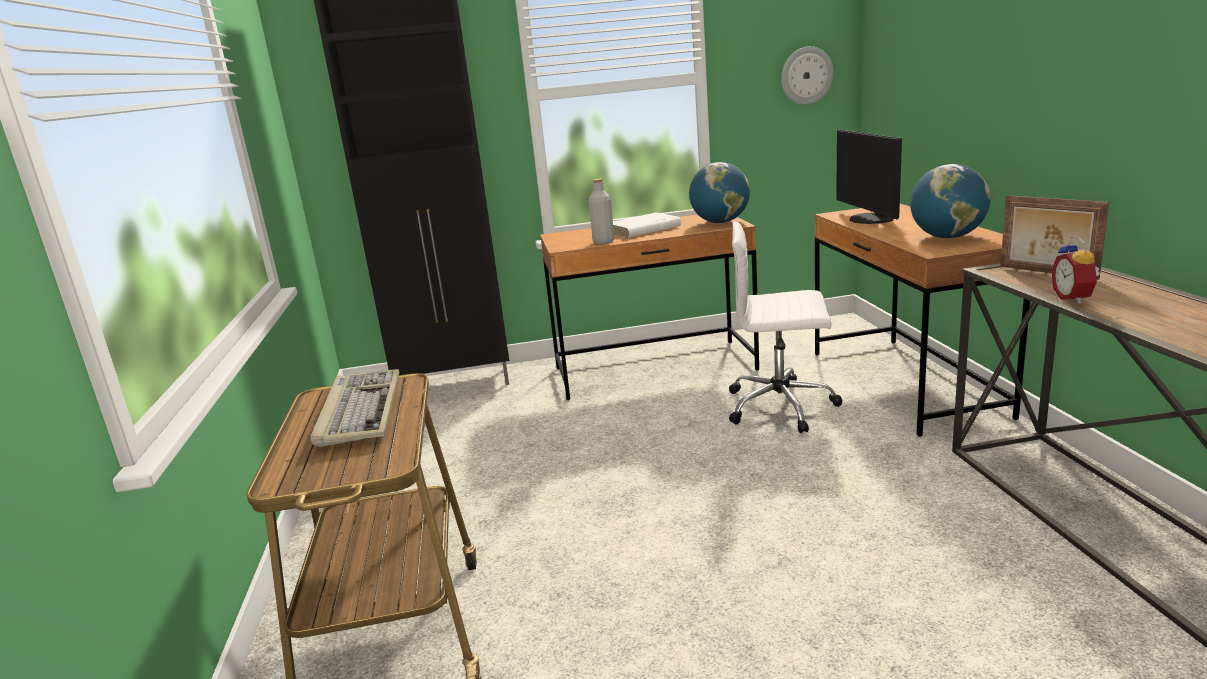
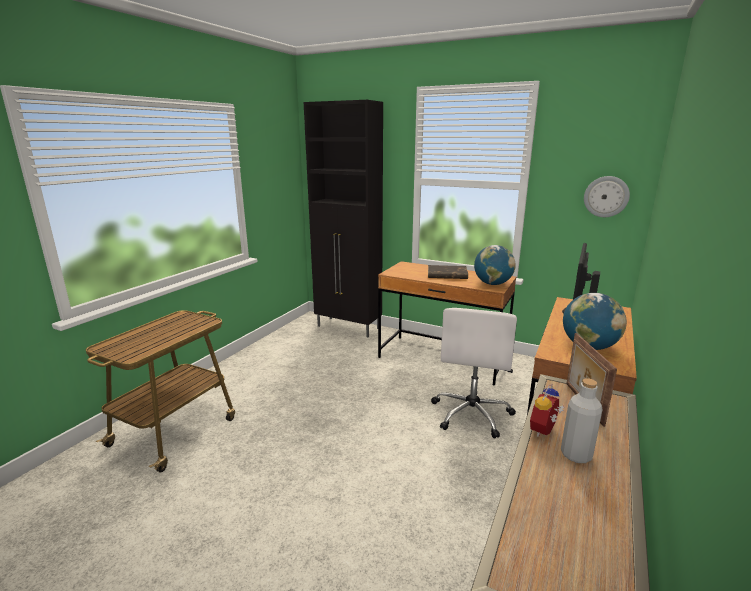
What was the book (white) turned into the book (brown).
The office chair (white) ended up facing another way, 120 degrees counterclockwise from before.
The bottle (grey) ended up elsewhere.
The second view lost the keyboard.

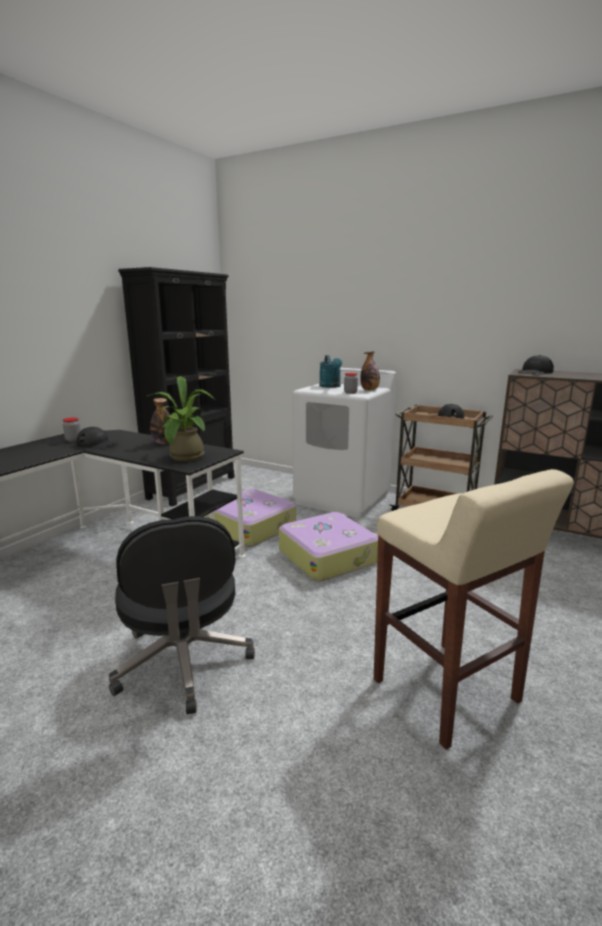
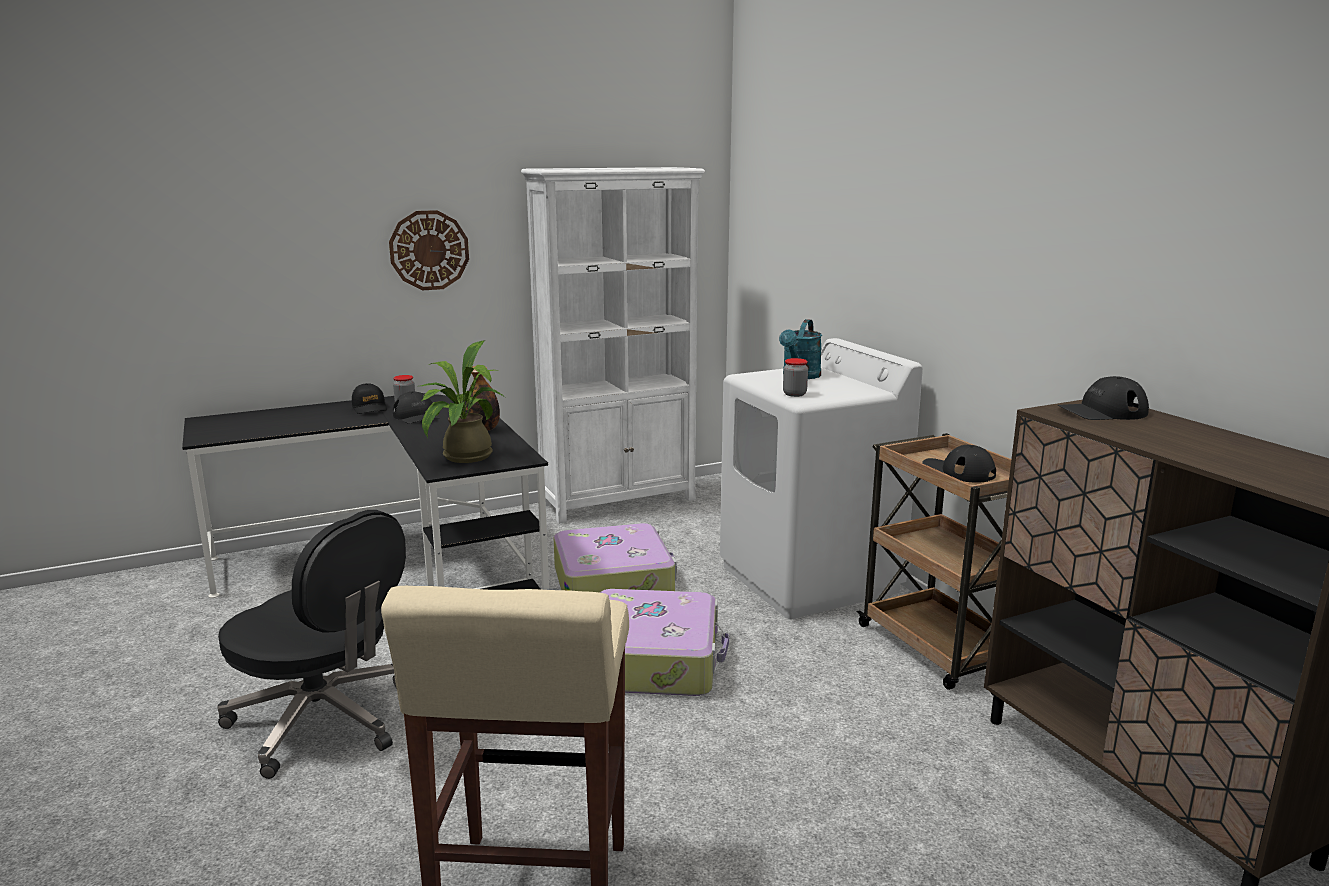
The office chair (black) ended up facing another way, 75 degrees counterclockwise from before.
The second view gained the cap (black) (no. 1 from left).
The second view gained the wall clock.
What was the bookcase (black) turned into the bookcase (white).
The second view lost the bottle (no. 2 from left).

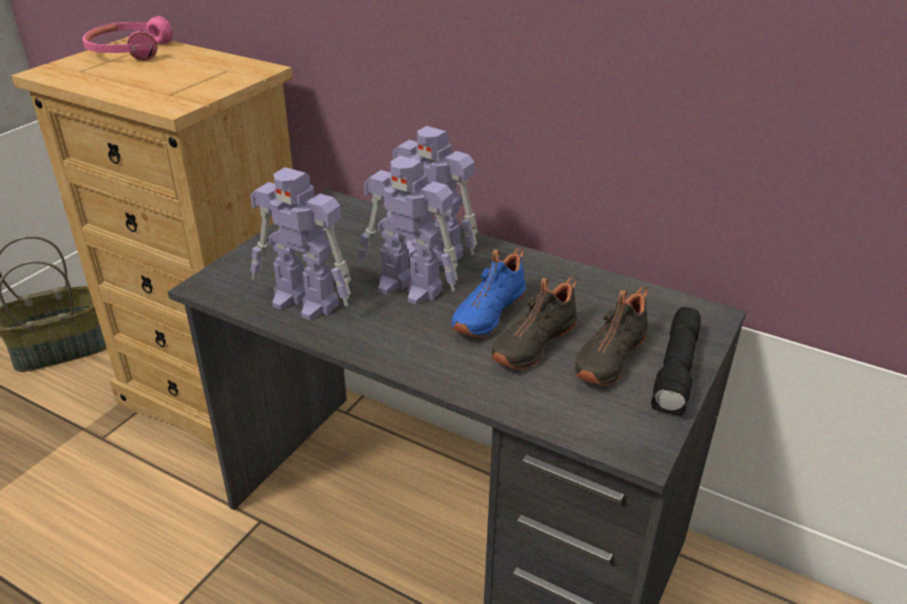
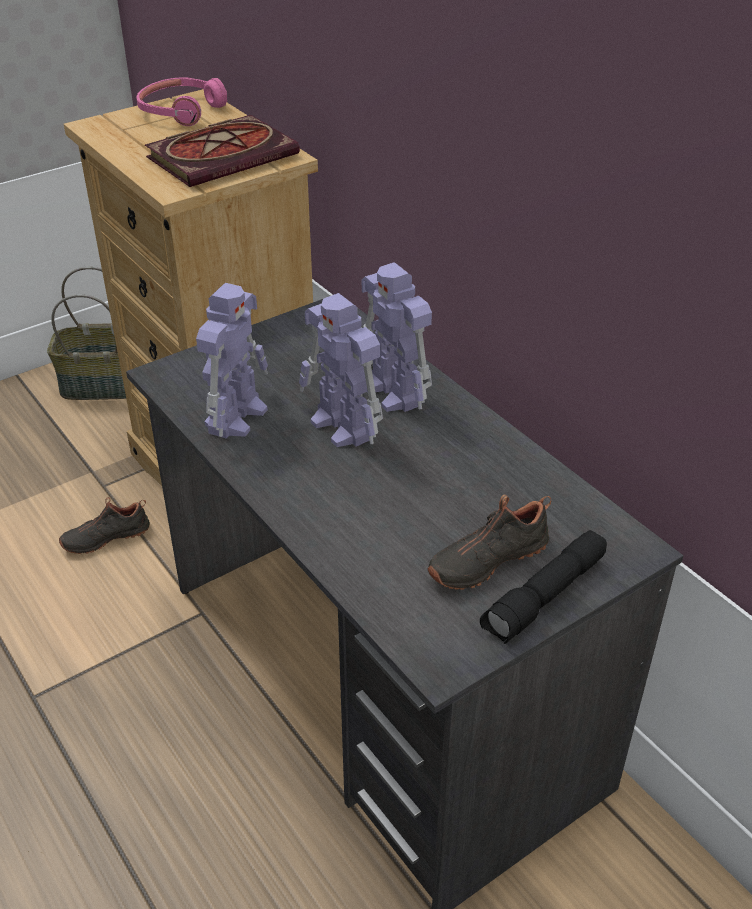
The shoe (black) (no. 1 from left) ended up elsewhere.
The second view gained the book.
The toy robot (no. 1 from left) ended up facing another way, 120 degrees counterclockwise from before.
The second view lost the shoe (blue).

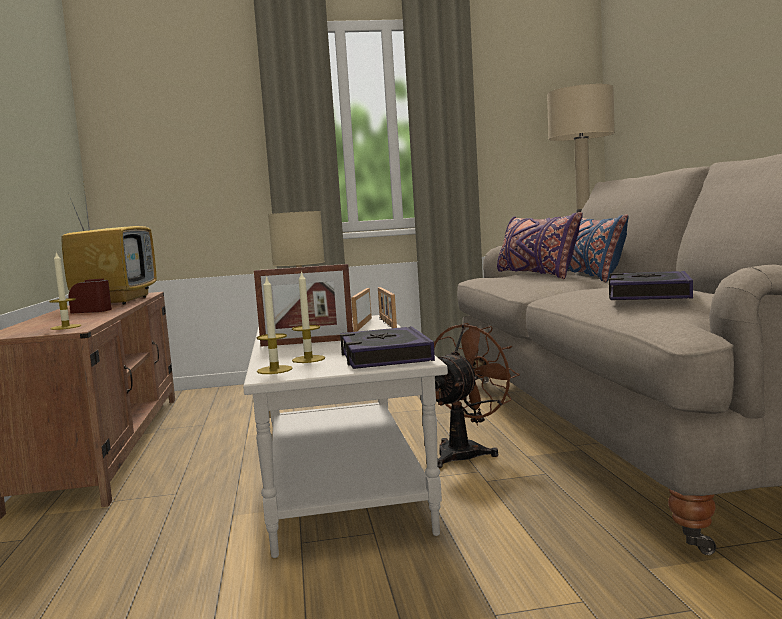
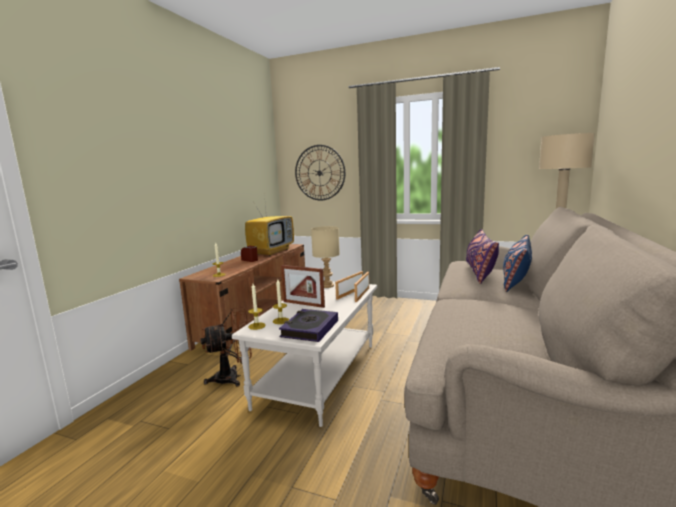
The fan (brown) ended up elsewhere.
The second view gained the wall clock.
The second view lost the book (no. 2 from left).

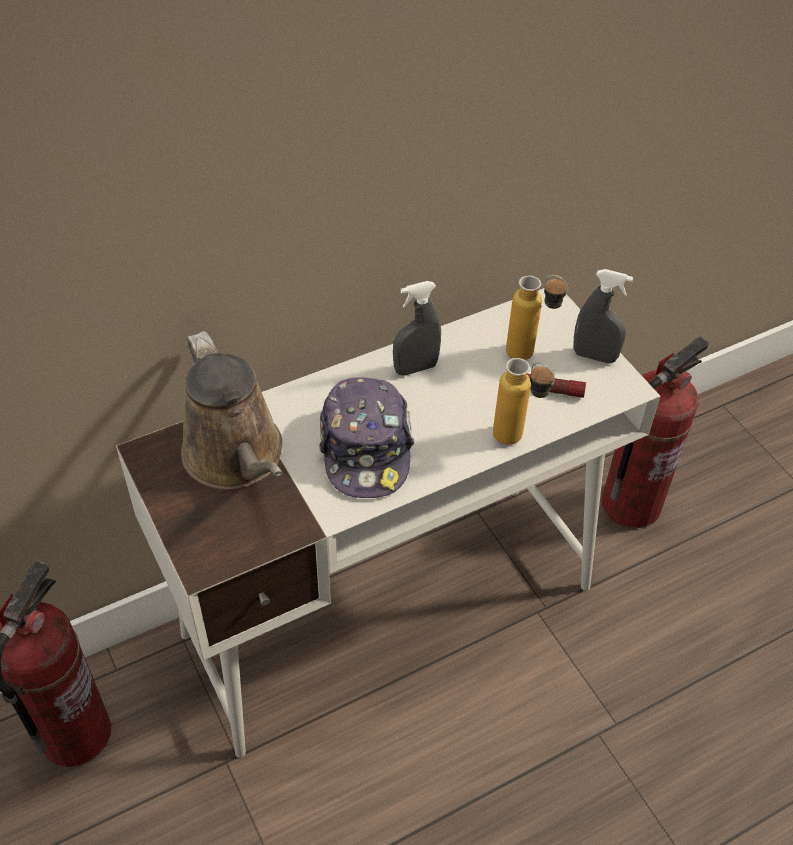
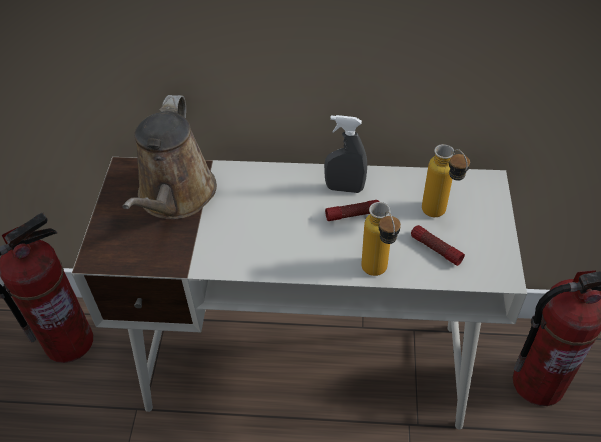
The second view gained the flashlight (no. 1 from left).
The second view lost the cap.
The second view lost the spray bottle (grey) (no. 2 from left).

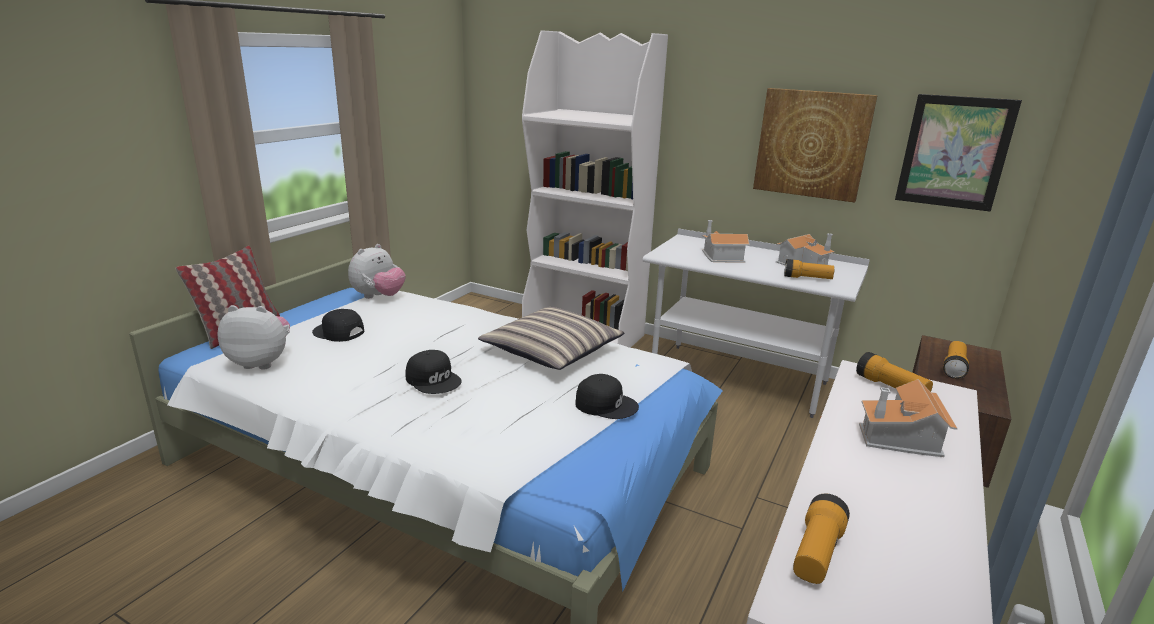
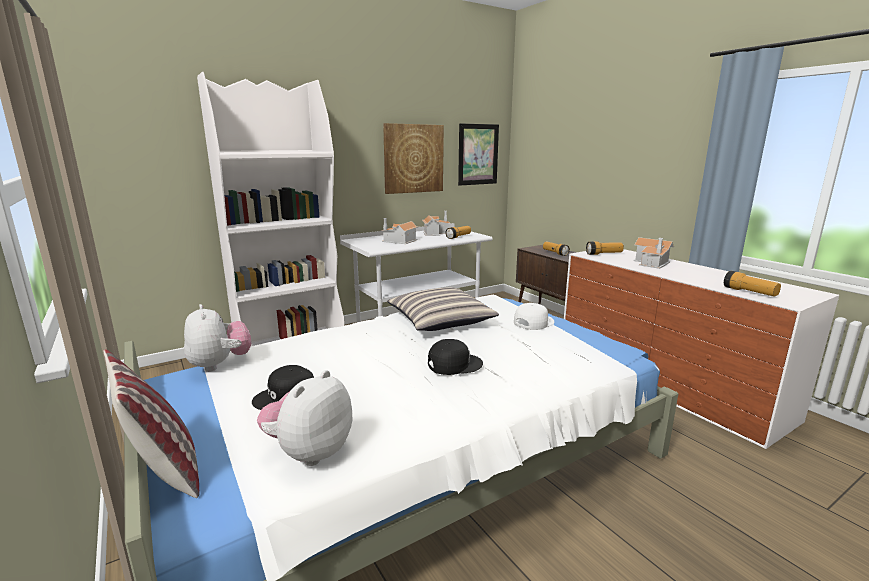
What was the cap (black) (no. 3 from left) turned into the cap (white).

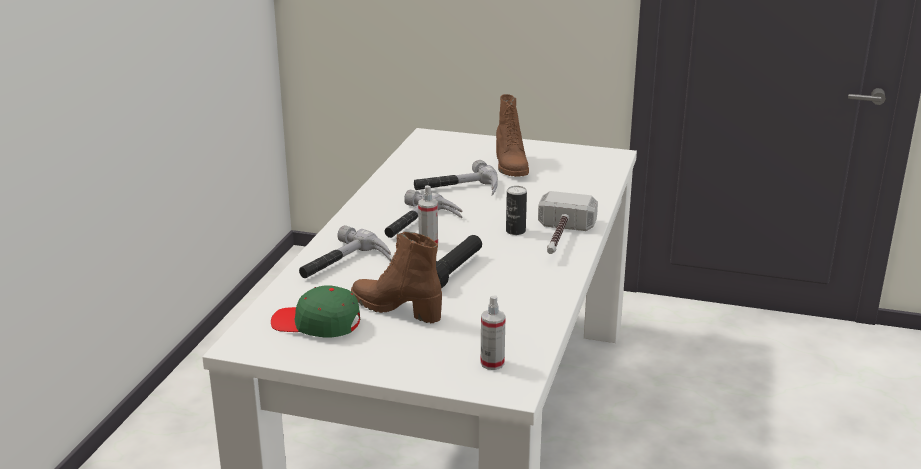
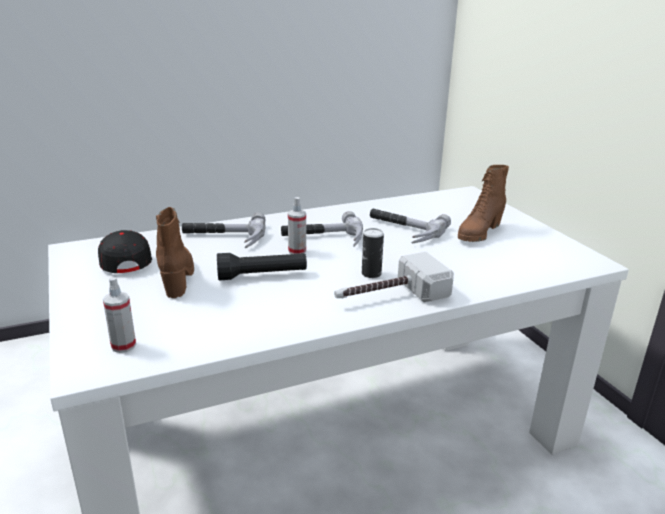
What was the cap (green) turned into the cap (black).

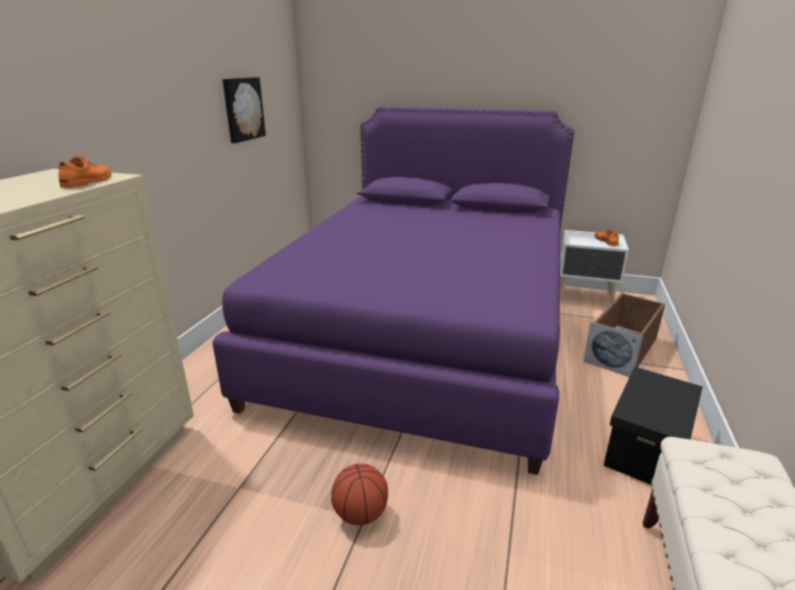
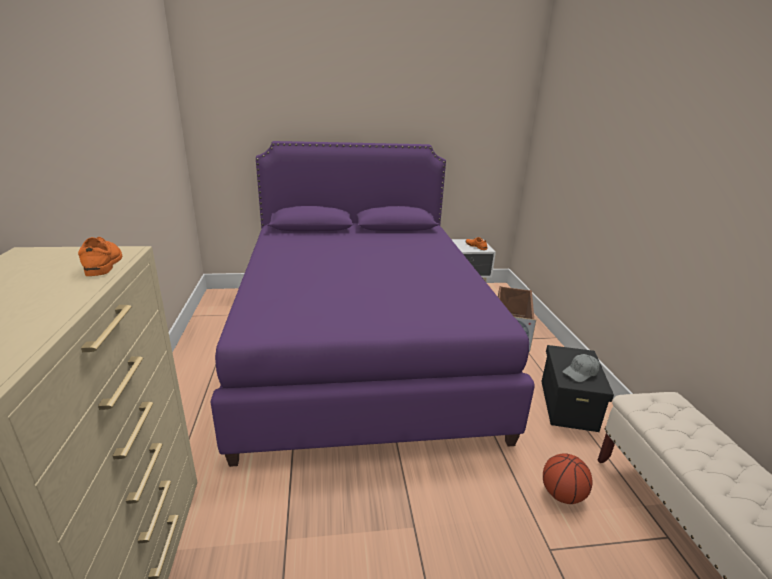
The basketball ended up elsewhere.
The second view gained the cap (grey).
The second view lost the picture.

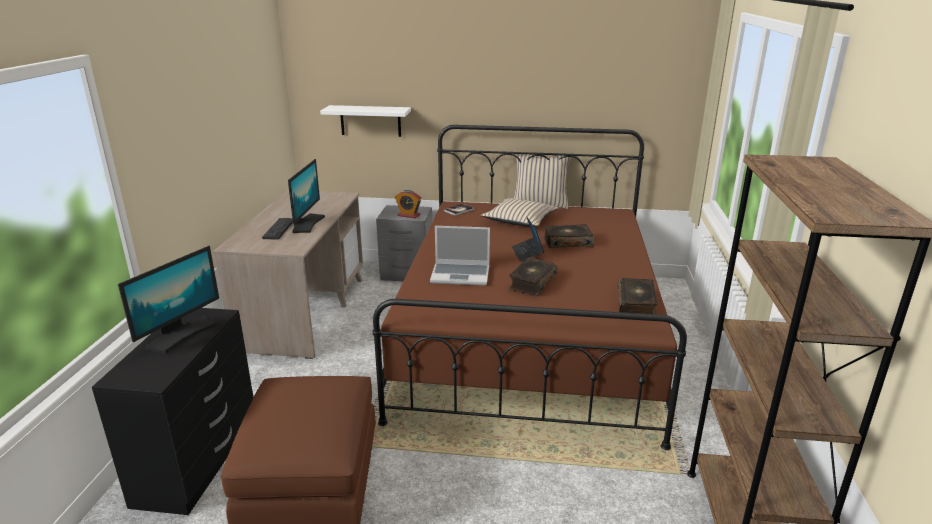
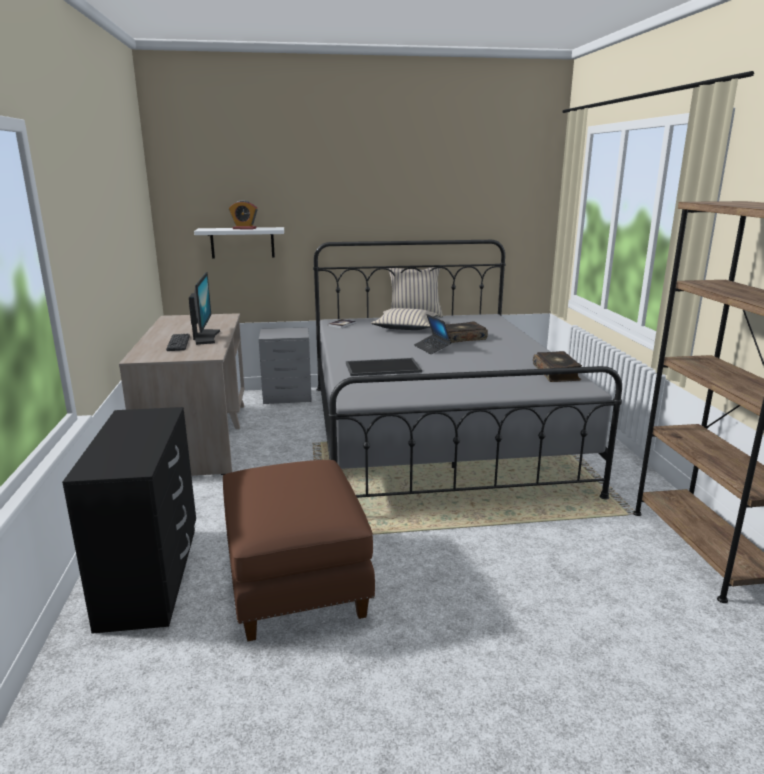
The alarm clock ended up elsewhere.
What was the bed (brown) turned into the bed (grey).
Where the laptop (no. 1 from left) stood, the tray came to stand.
The second view lost the monitor (no. 1 from left).
The second view lost the book (no. 2 from left).

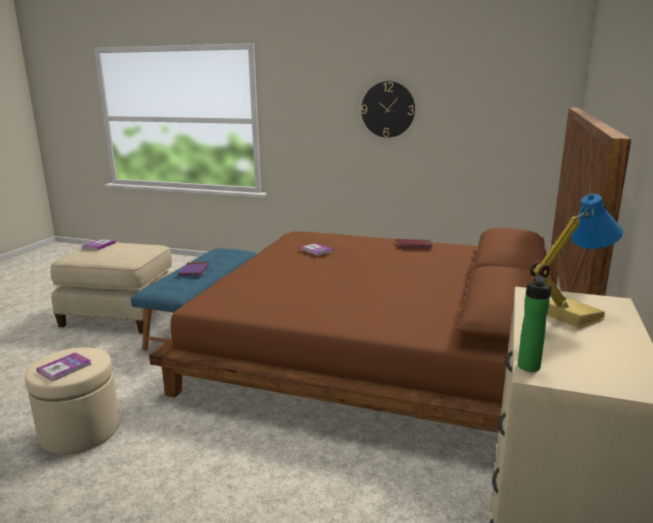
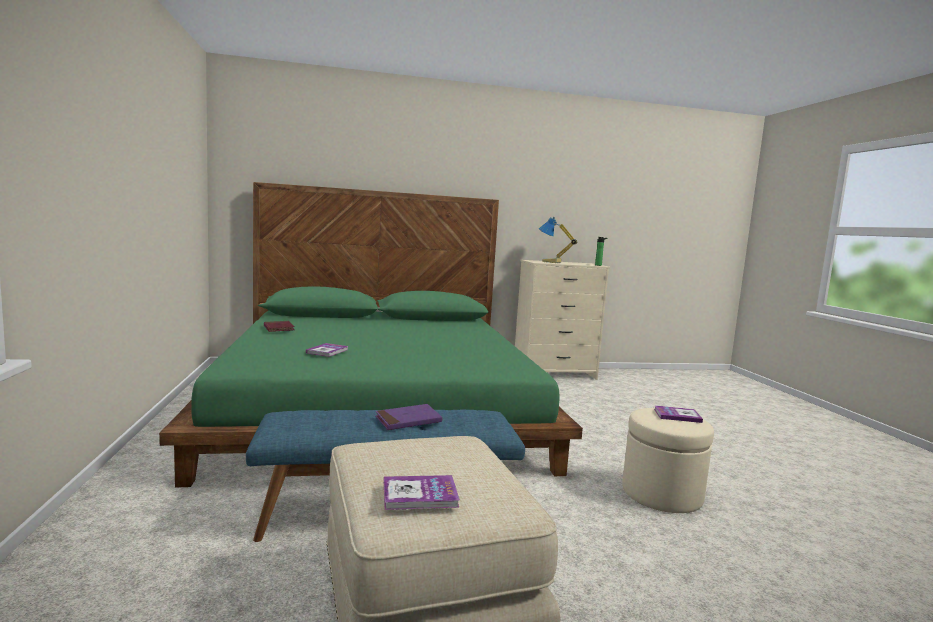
What was the bed (brown) turned into the bed (green).
The second view lost the wall clock.

